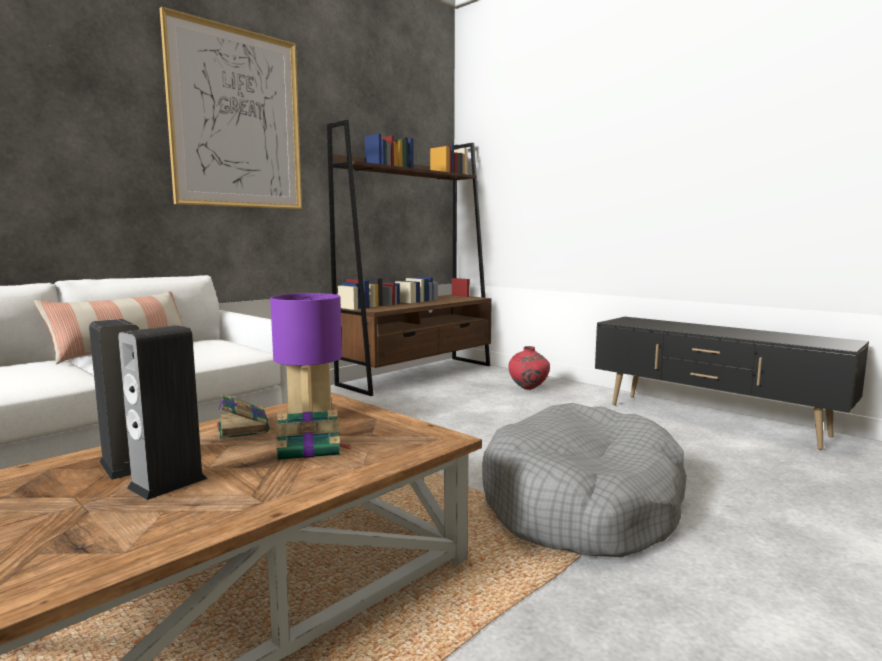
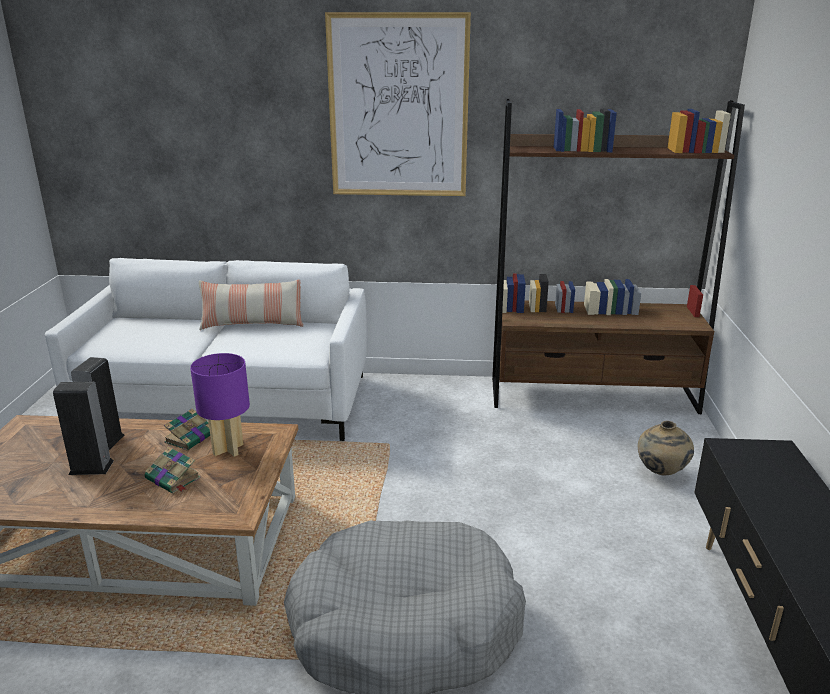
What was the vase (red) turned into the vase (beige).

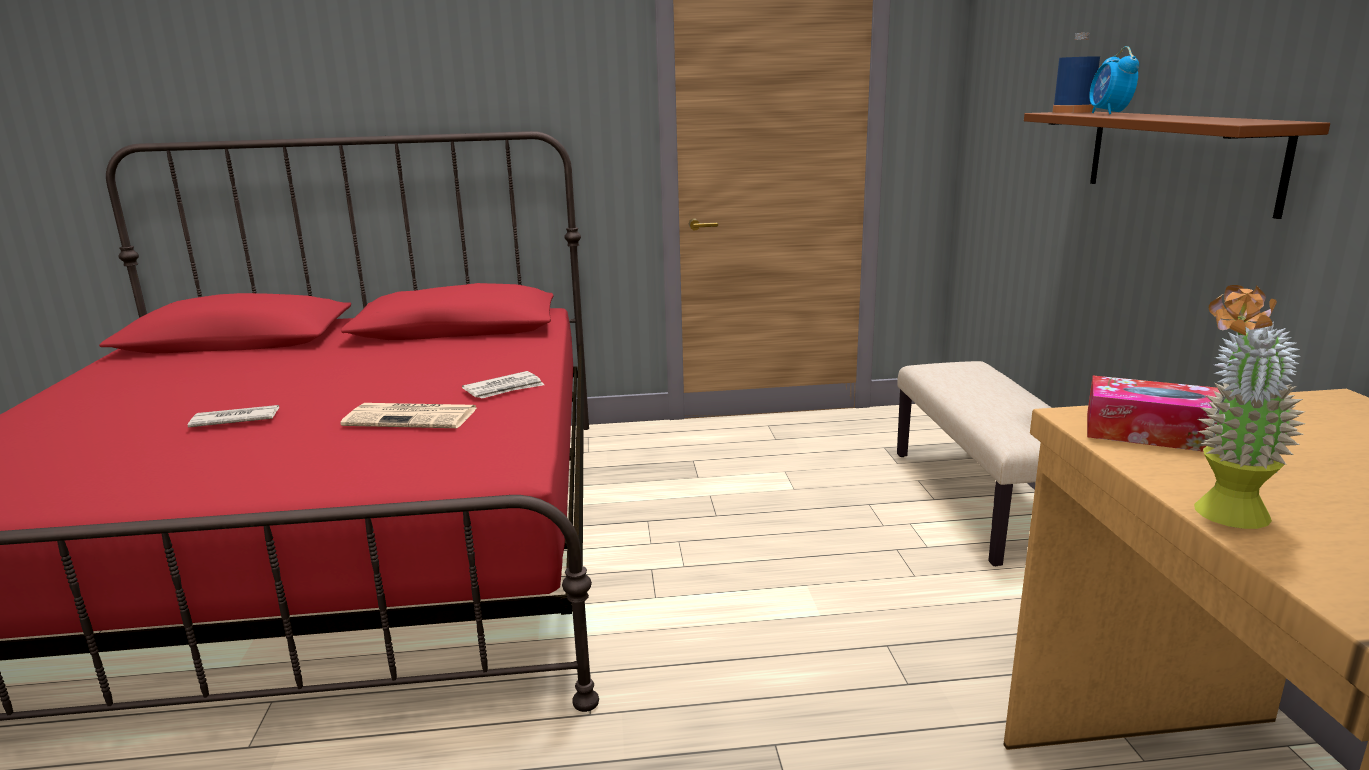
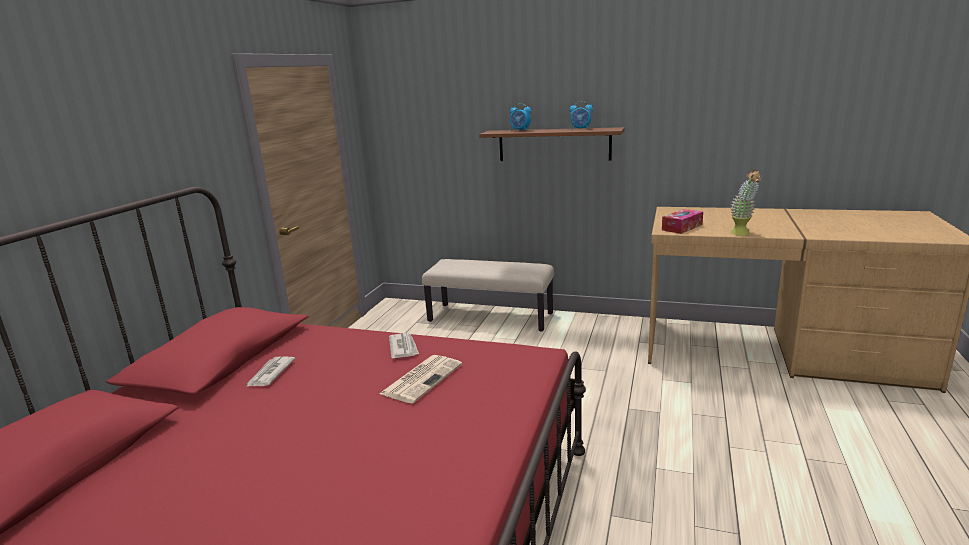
The newspaper (no. 1 from left) ended up elsewhere.
The second view gained the alarm clock (no. 2 from left).
The second view lost the bottle (blue).

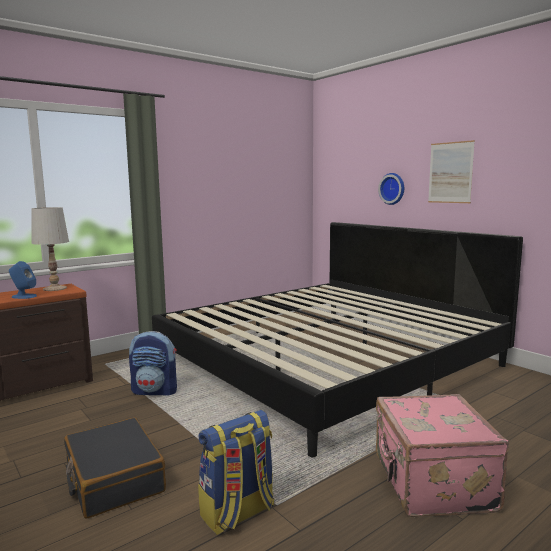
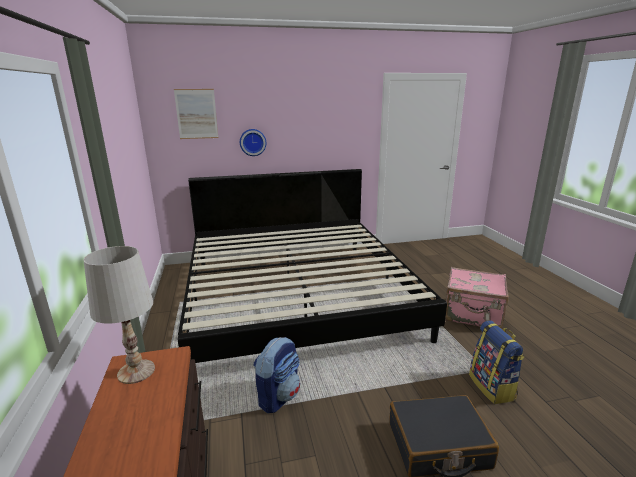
The picture ended up elsewhere.
The second view lost the speaker (blue).

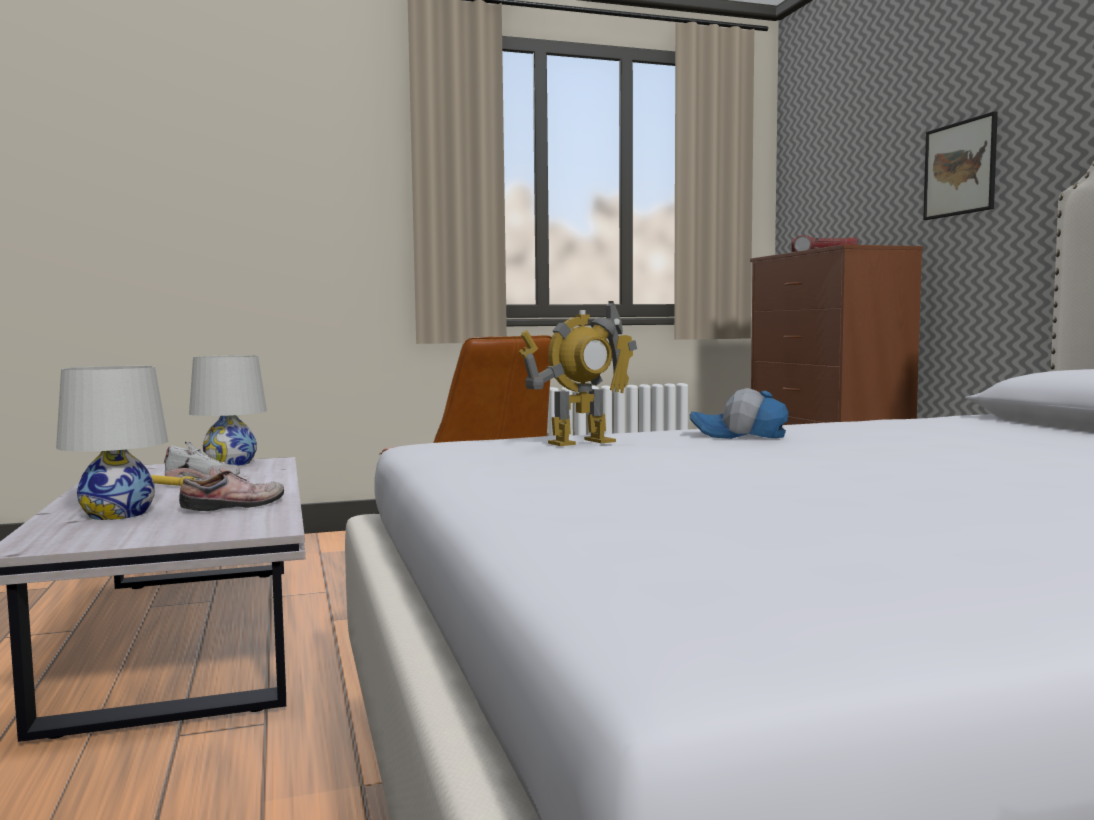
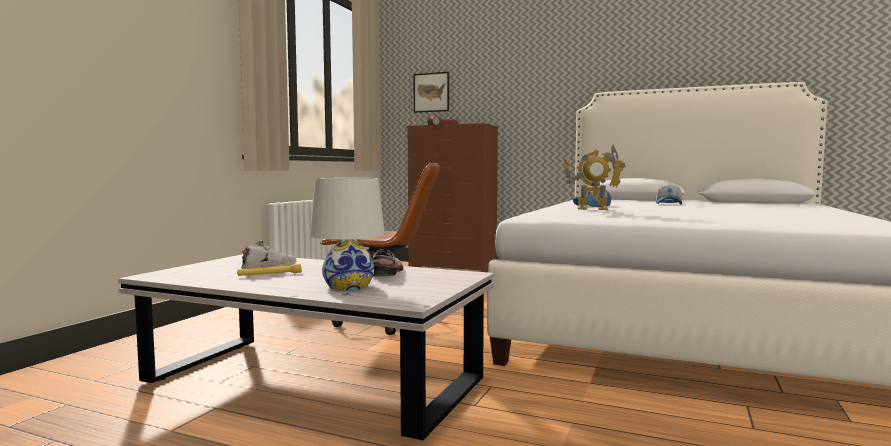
The picture ended up elsewhere.
The toy robot ended up facing another way, 90 degrees clockwise from before.
The second view gained the cap (no. 2 from left).
The second view lost the table lamp (white) (no. 2 from left).

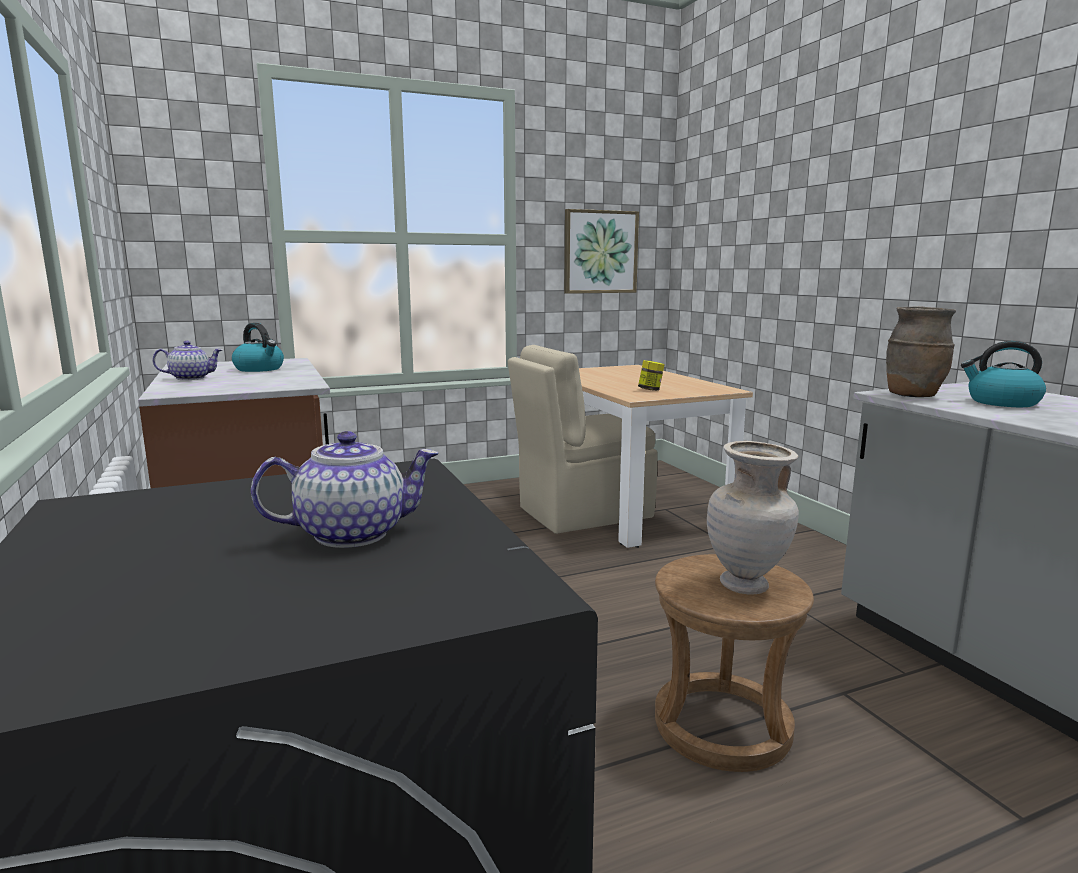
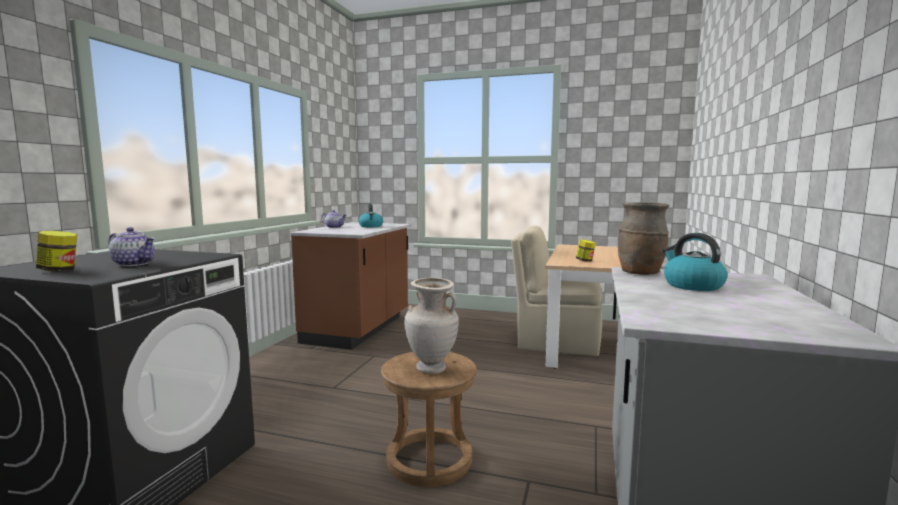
The second view gained the jar (no. 1 from left).
The second view lost the picture.

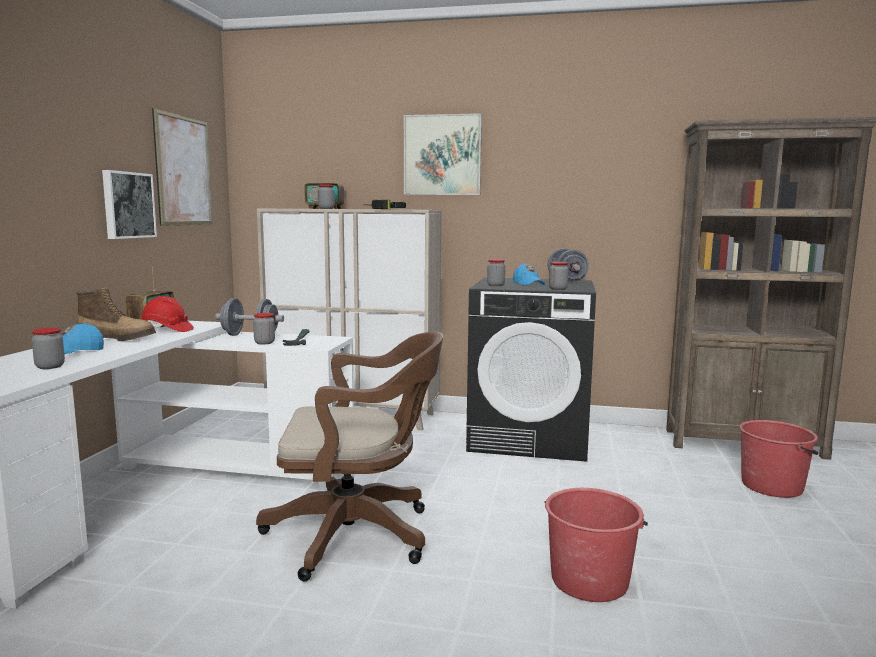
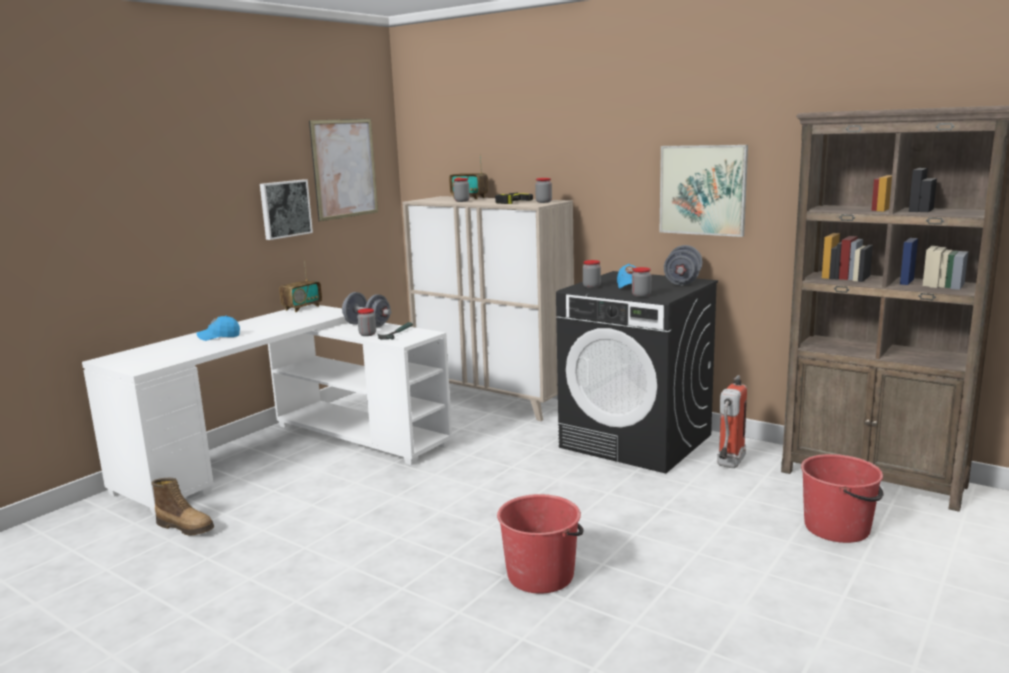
The boot ended up elsewhere.
The jar (no. 1 from left in the first image) ended up elsewhere.
The picture (no. 3 from left) ended up elsewhere.
The second view gained the fire extinguisher.
The second view lost the hard hat (red).
The second view lost the office chair (brown).

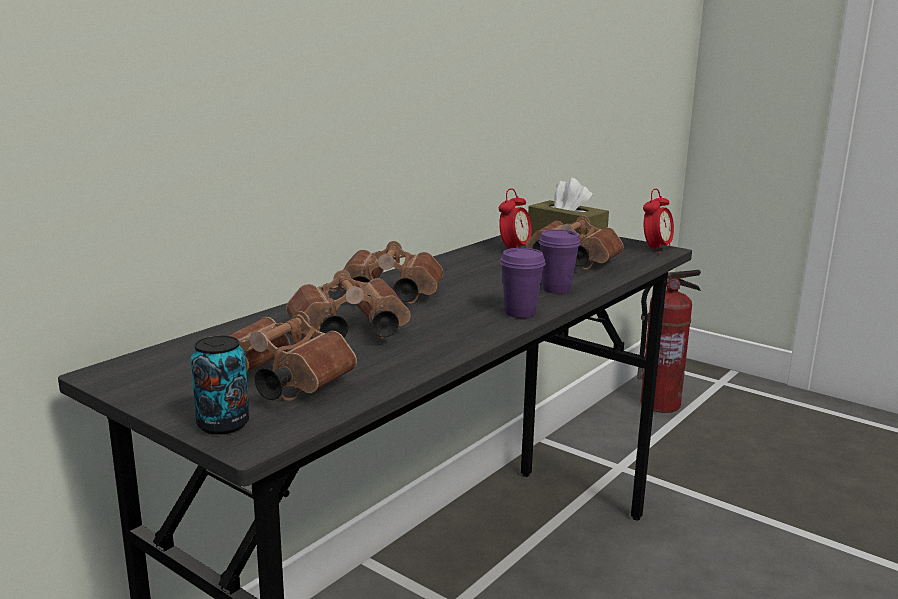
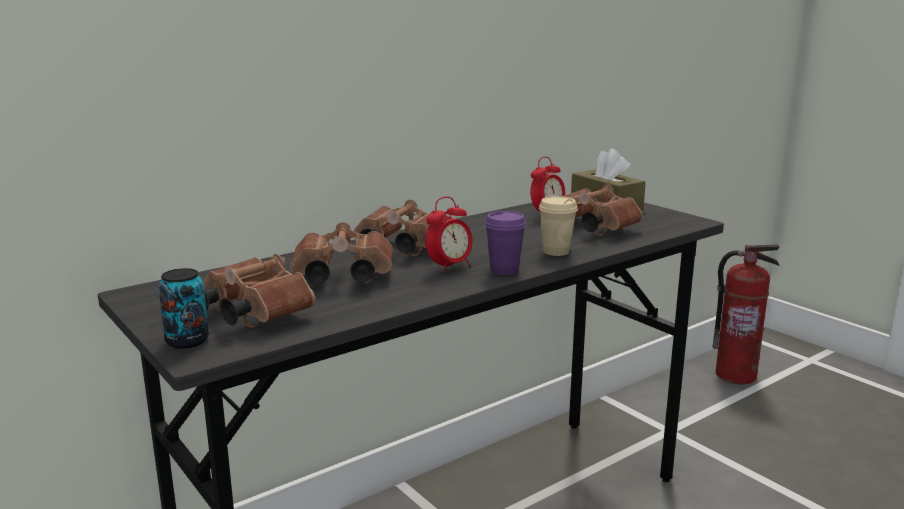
The alarm clock (no. 2 from left in the first image) ended up elsewhere.
What was the cup (purple) (no. 2 from left) turned into the cup (beige).

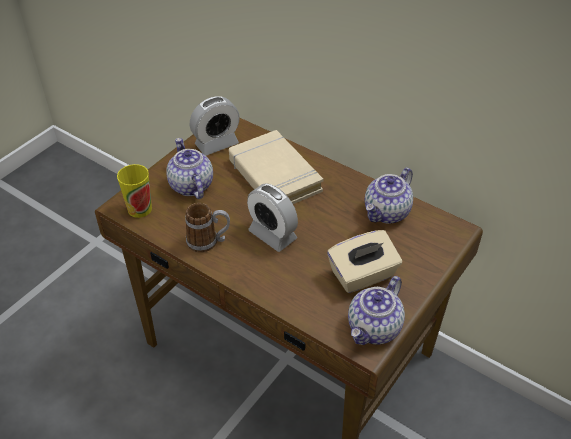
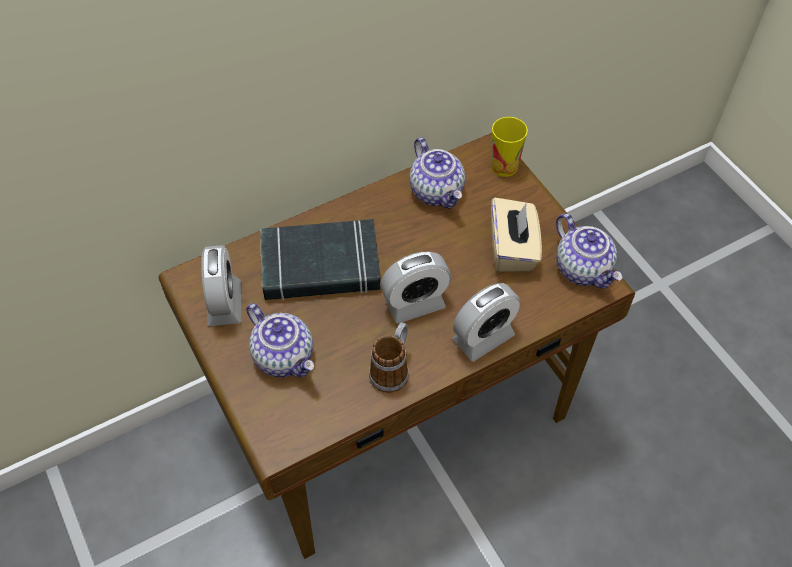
The teapot (no. 1 from left) ended up facing another way, 135 degrees counterclockwise from before.
What was the book (beige) turned into the book (black).
The second view gained the alarm clock (no. 3 from left).
The cup ended up elsewhere.

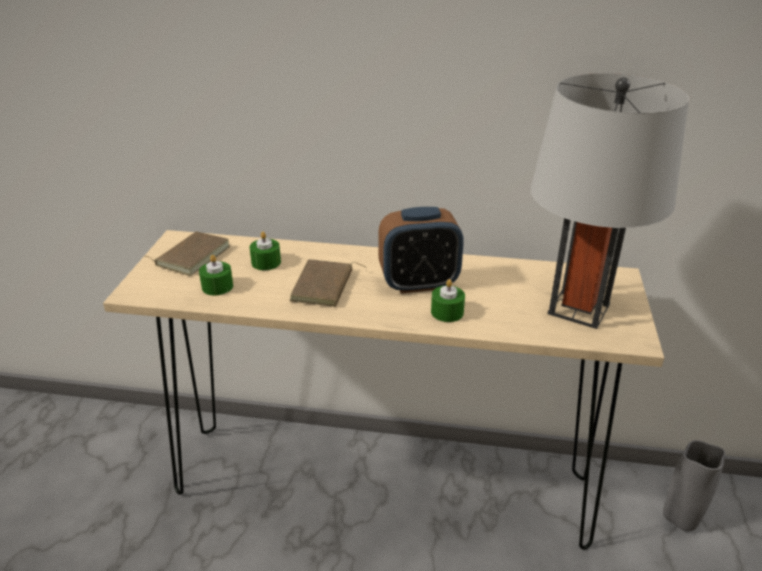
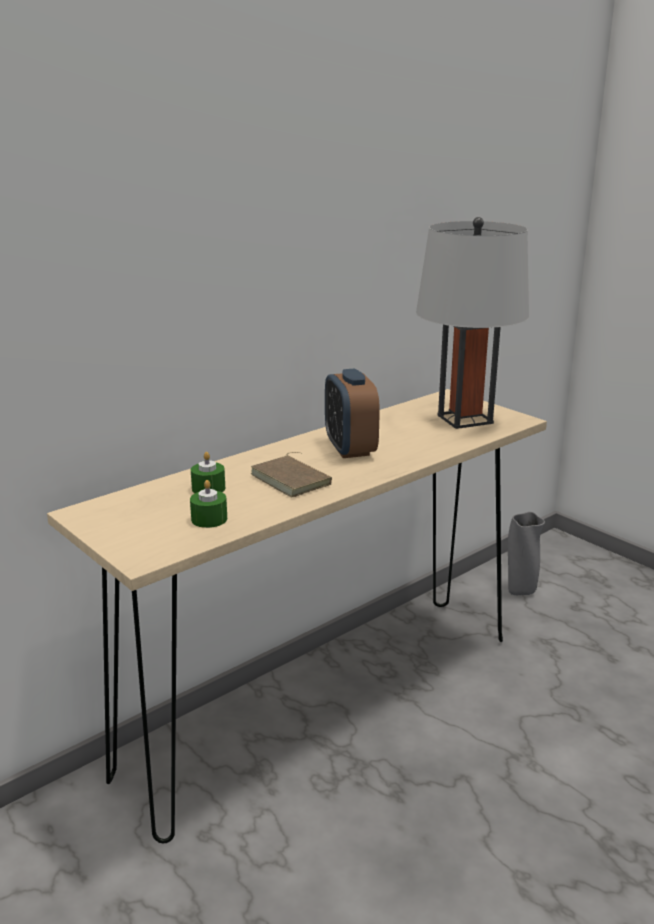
The alarm clock ended up facing another way, 135 degrees clockwise from before.
The second view lost the book (brown) (no. 1 from left).
The second view lost the candle (green) (no. 3 from left).

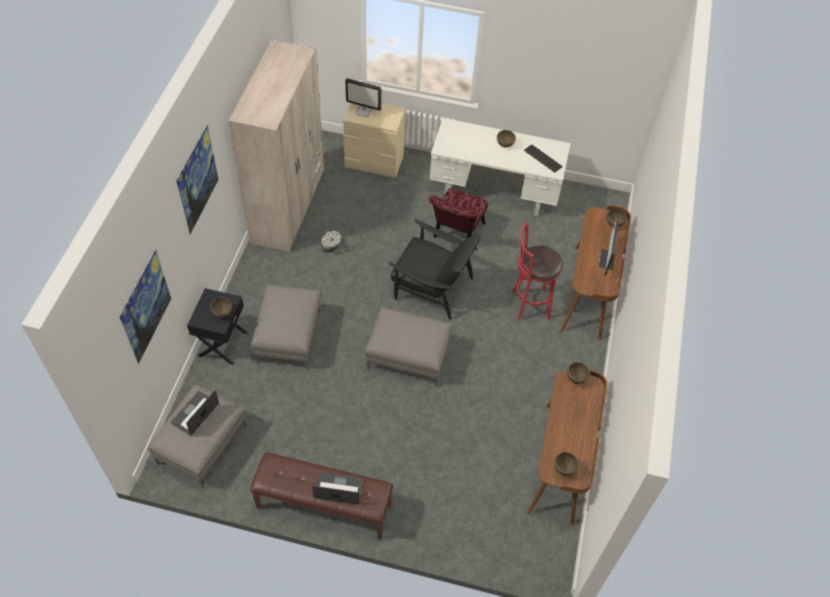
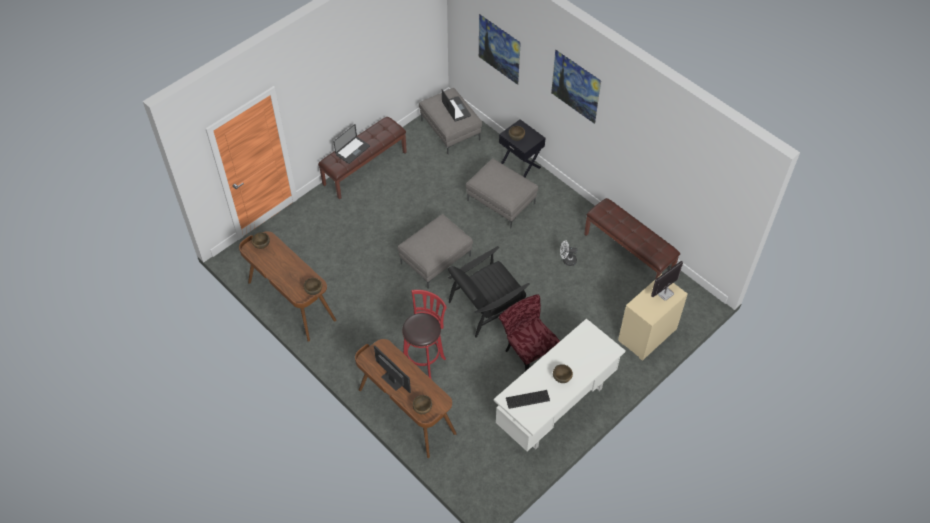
Where the wardrobe (beige) stood, the bench (brown) (no. 2 from left) came to stand.

